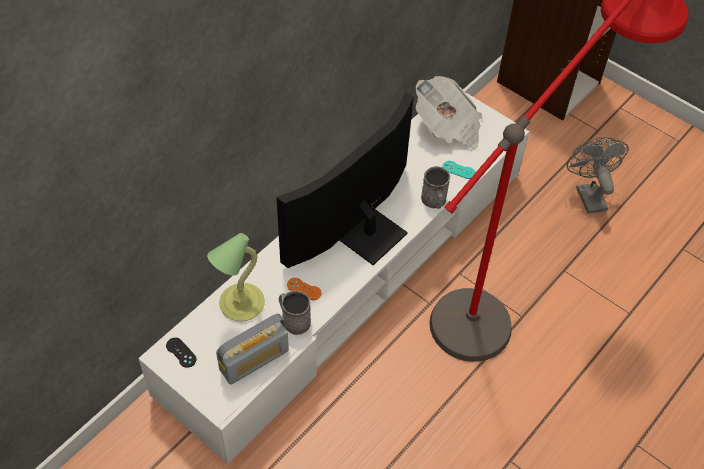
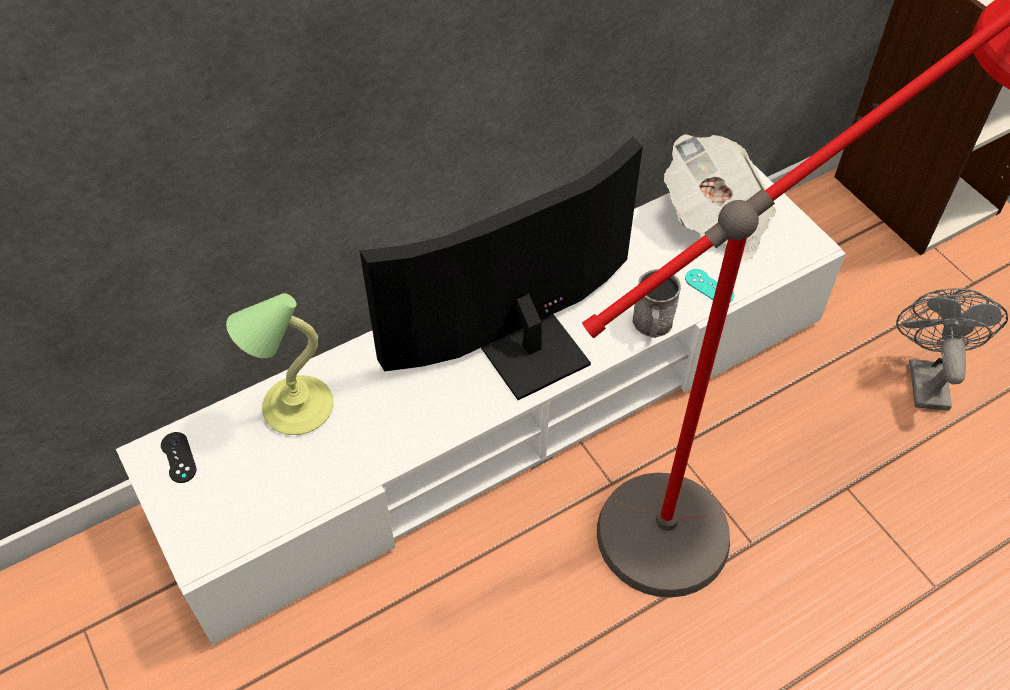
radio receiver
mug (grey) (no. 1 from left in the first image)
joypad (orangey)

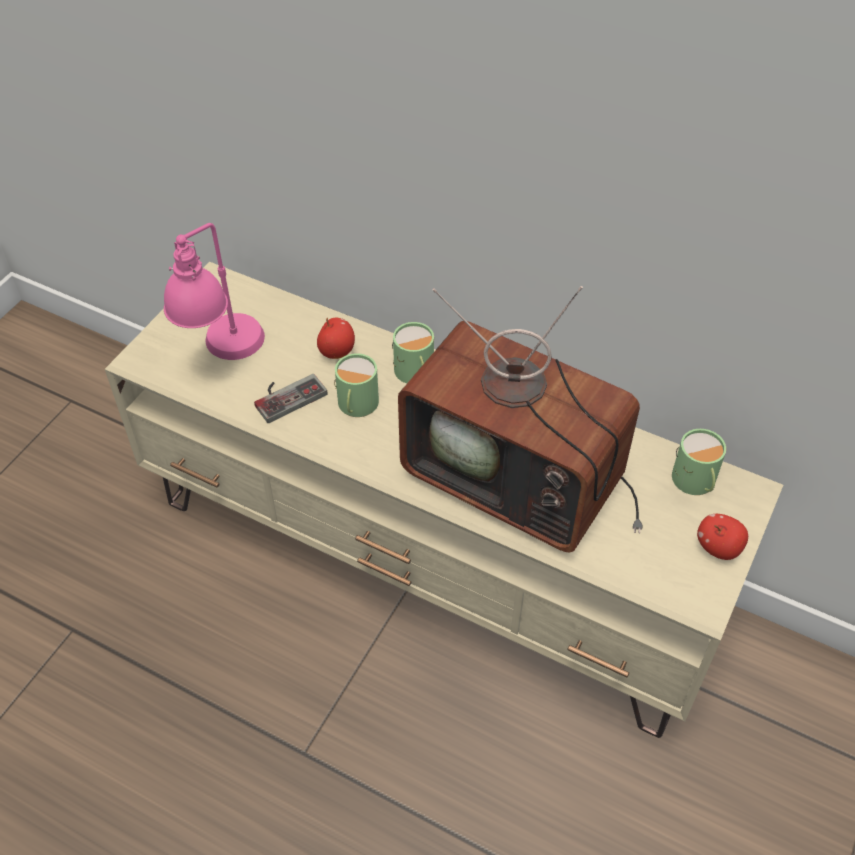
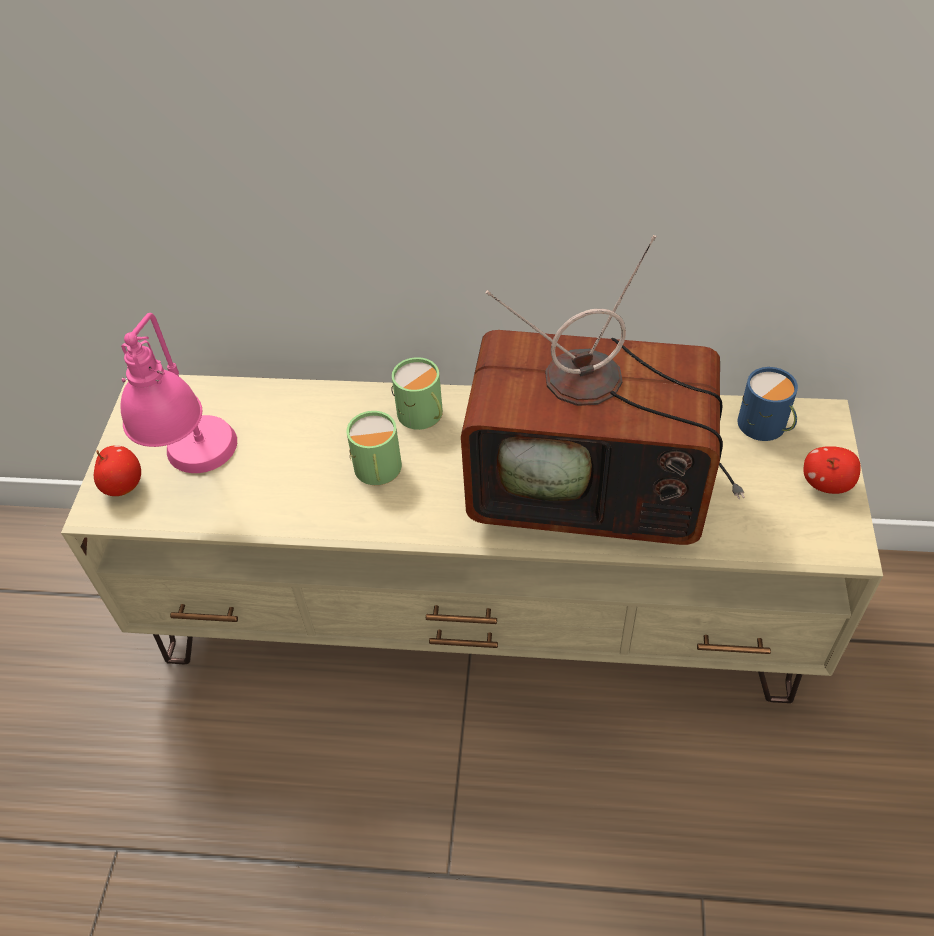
whole apple (no. 1 from left)
mug (bluish)
joypad

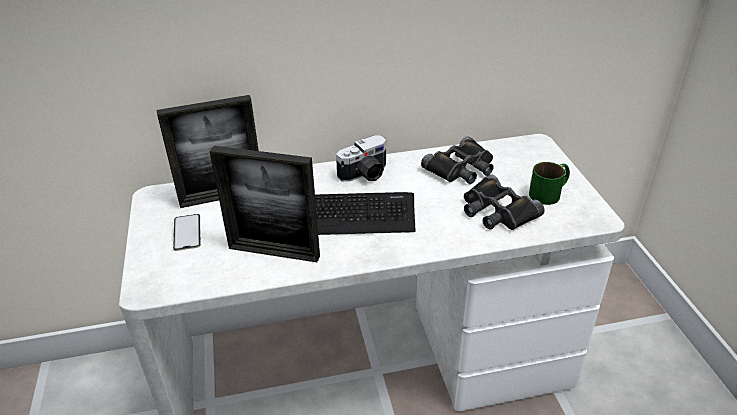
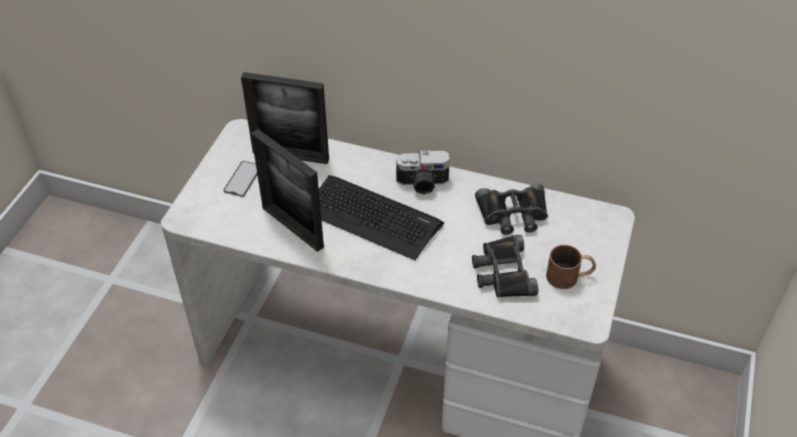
mug (brown)

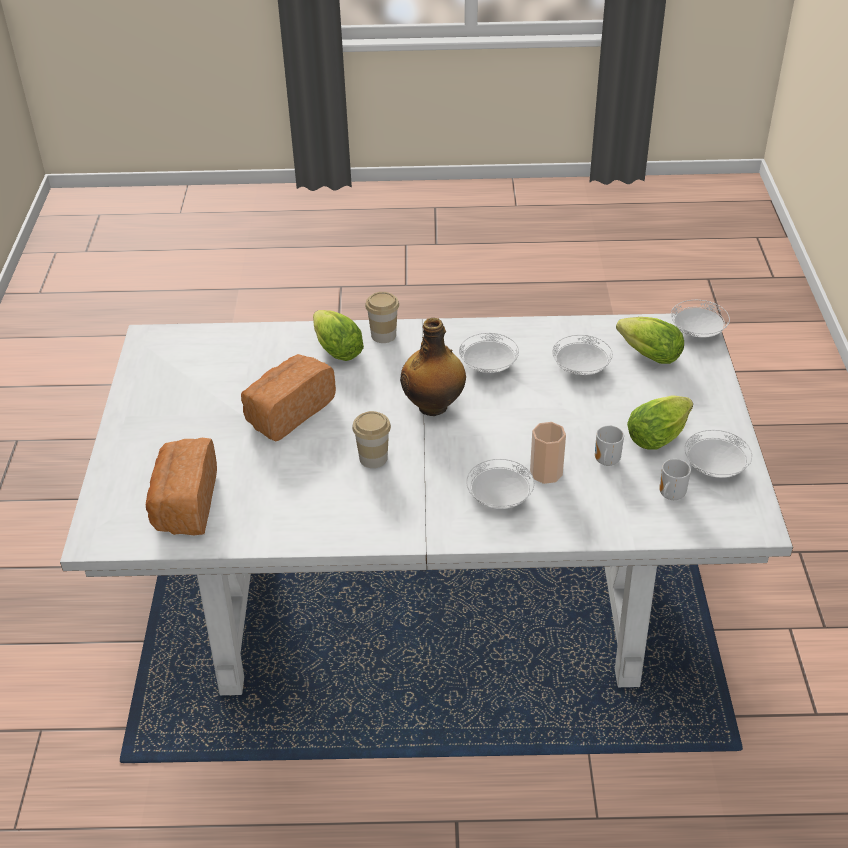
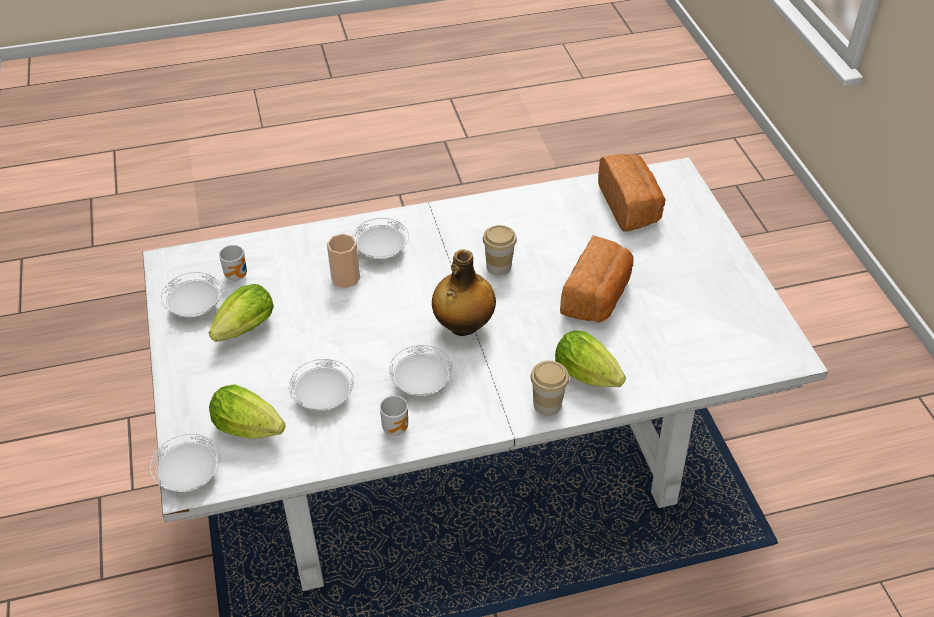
mug (no. 2 from left)

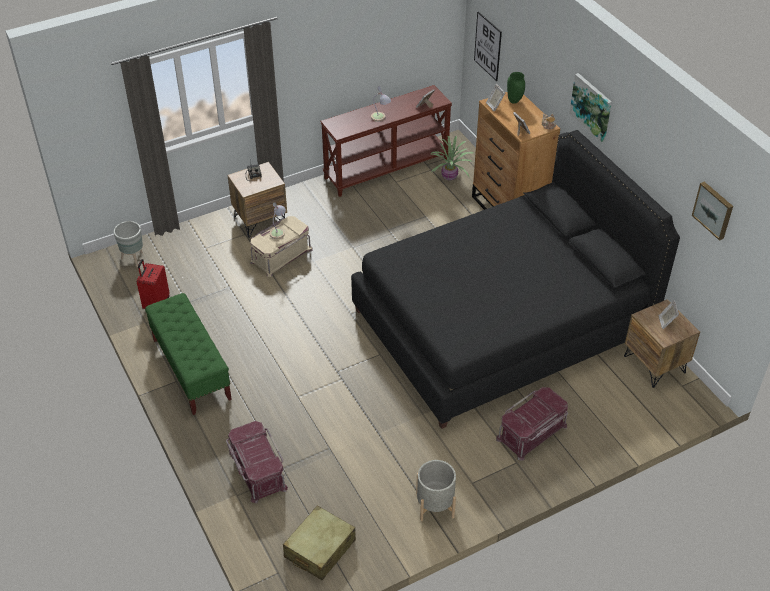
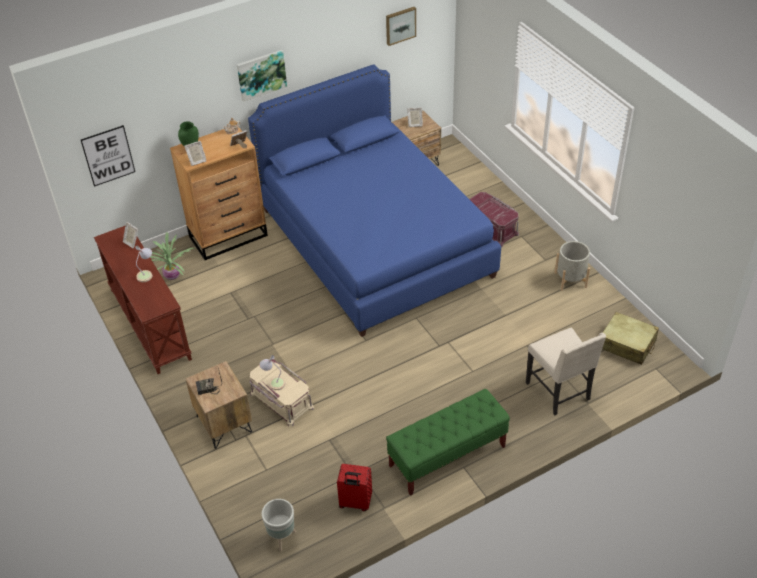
bed (bluish)
chair (beige)

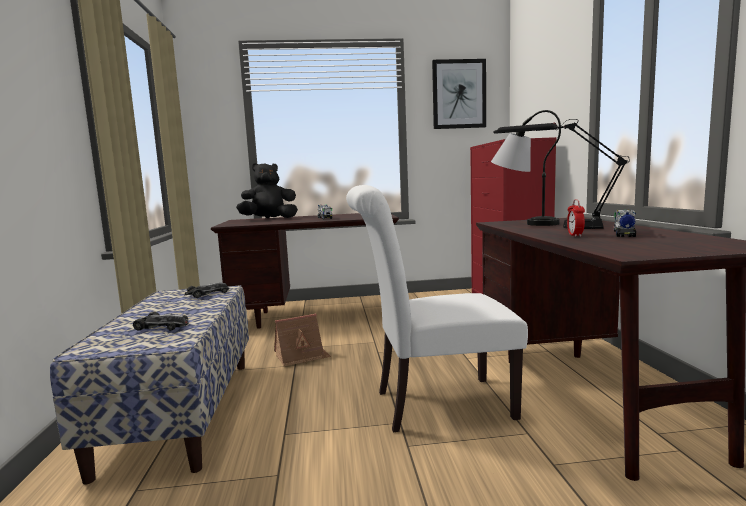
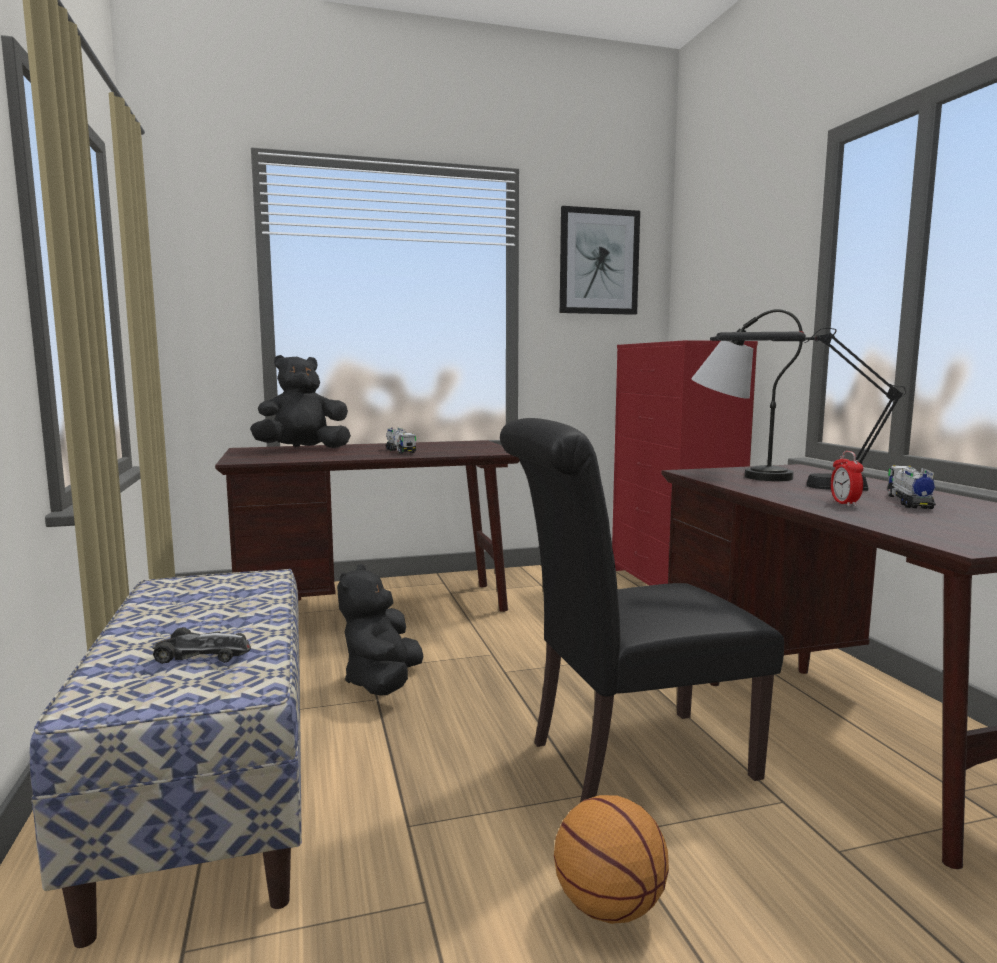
cuddly toy (black) (no. 2 from left)
chair (black)
basketball
miniature car (no. 2 from left in the first image)

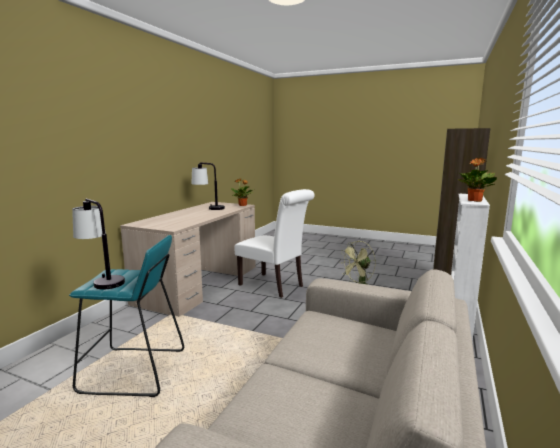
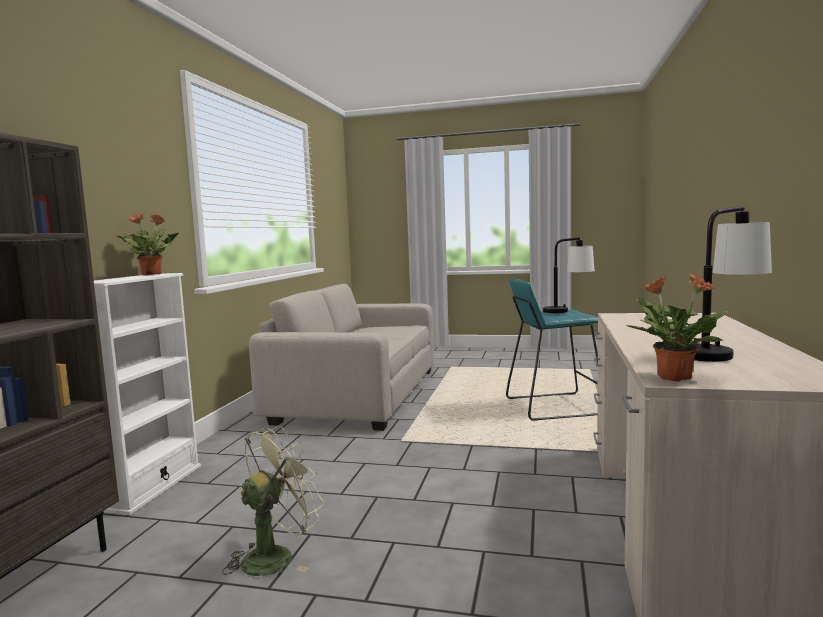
chair (whitish)

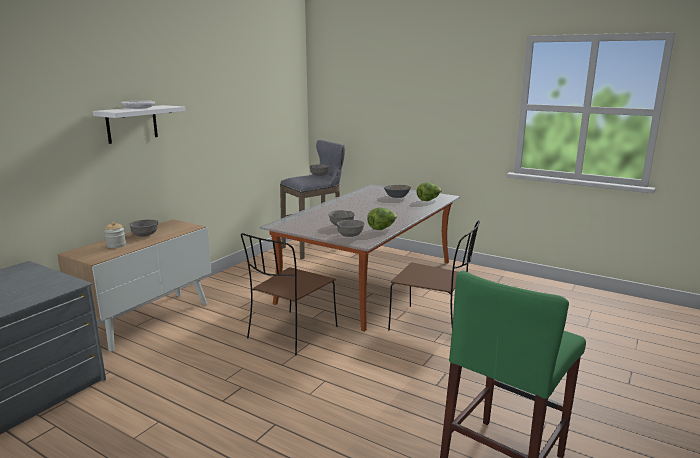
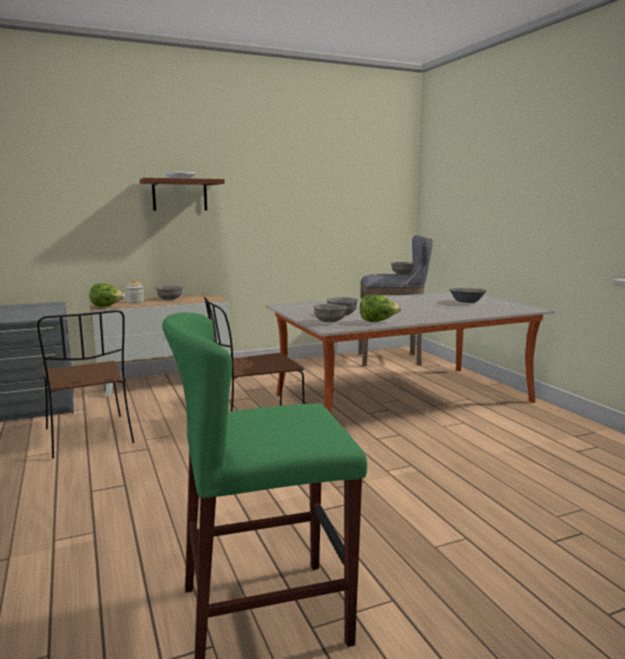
chair (brown) (no. 1 from left)
lettuce head (no. 1 from left)
bracket shelf (brown)

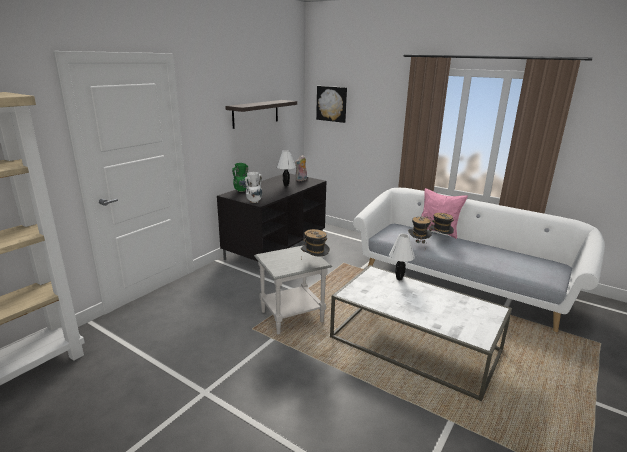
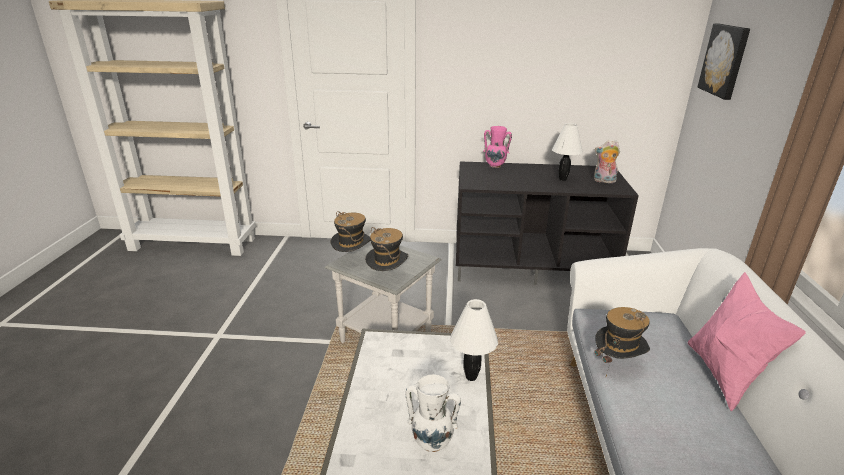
wearable hat (no. 1 from left)
flower vase (whitish)
flower vase (pink)
bracket shelf

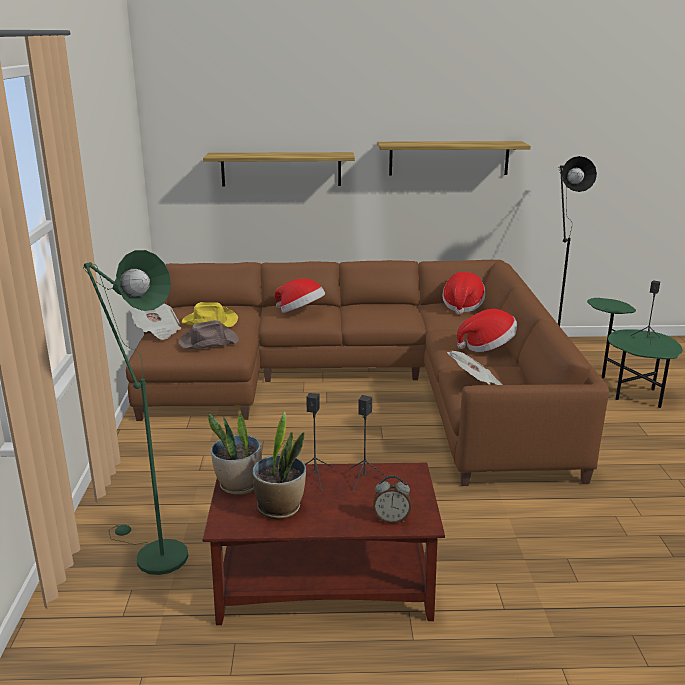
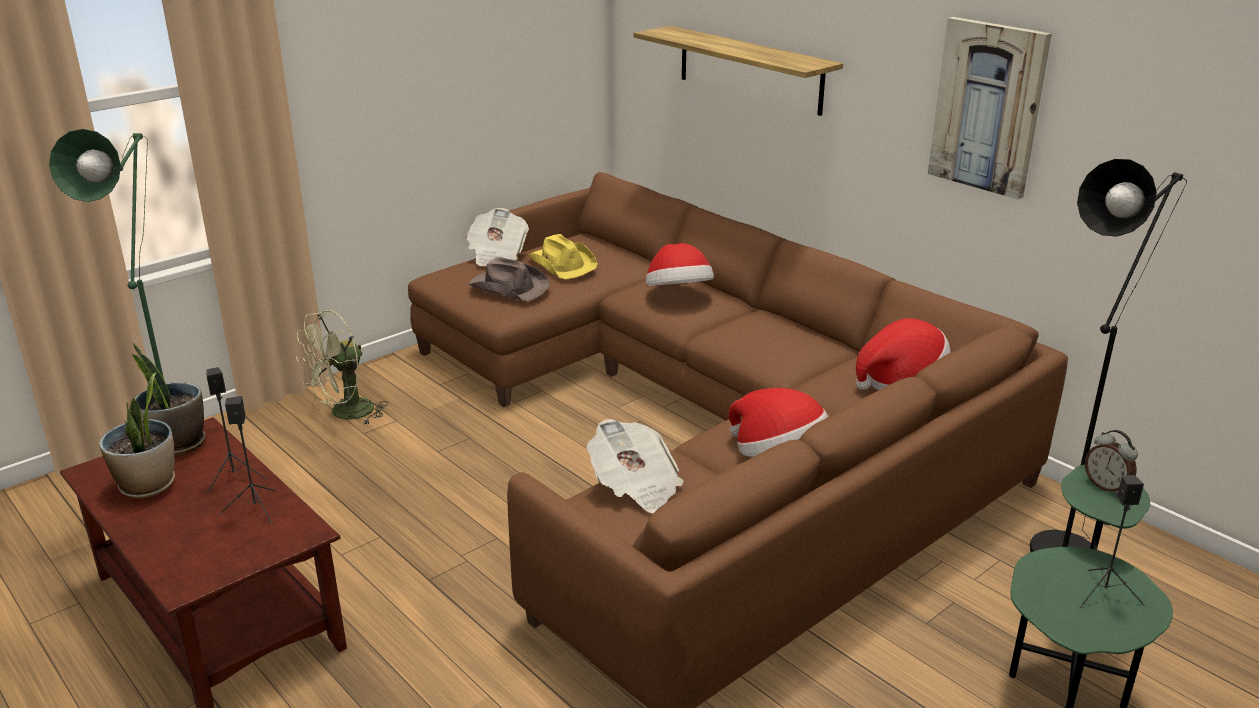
cooling fan (green)
wall picture
table clock

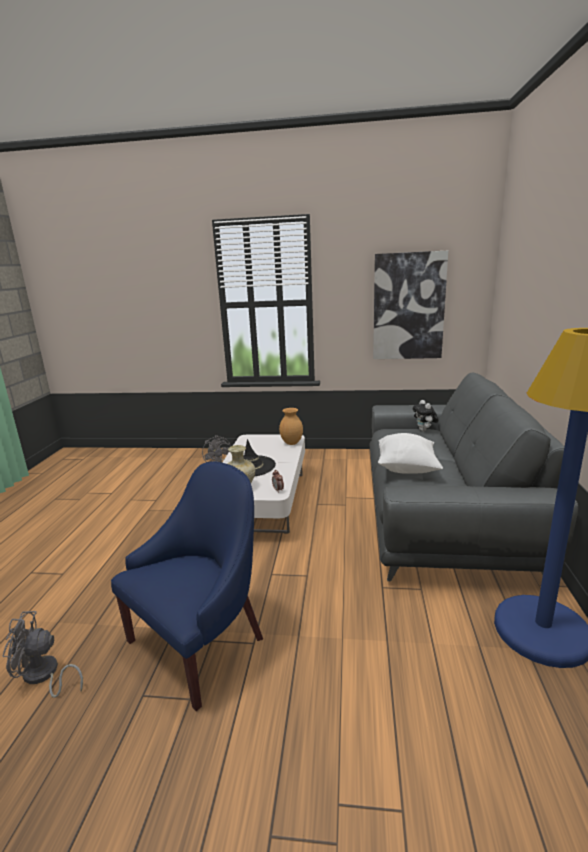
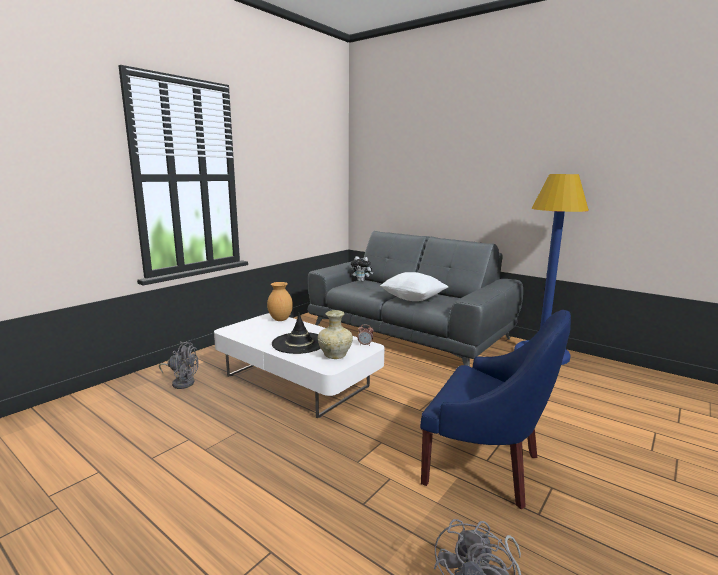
easy chair (bluish)
wall picture

